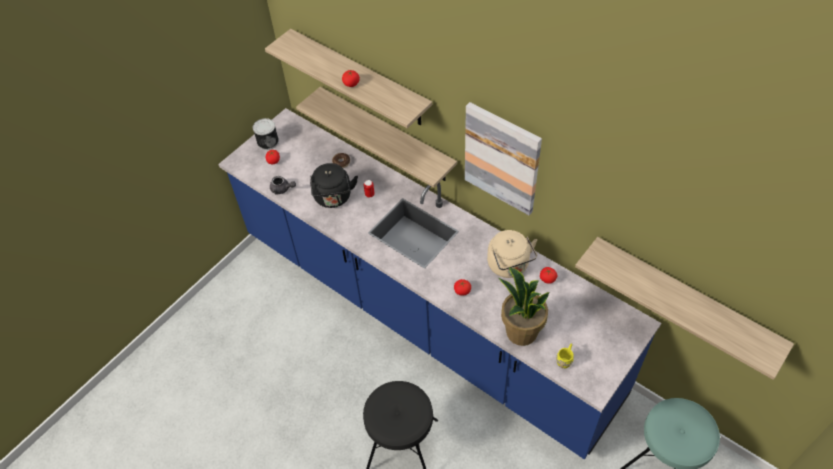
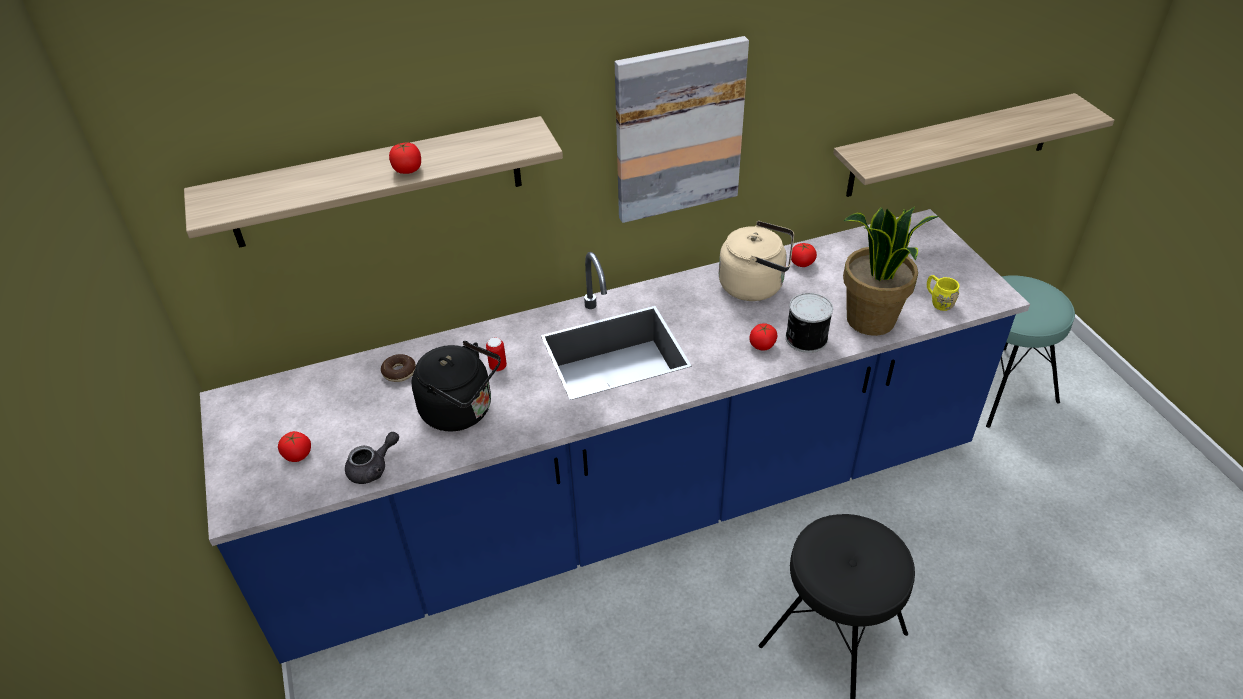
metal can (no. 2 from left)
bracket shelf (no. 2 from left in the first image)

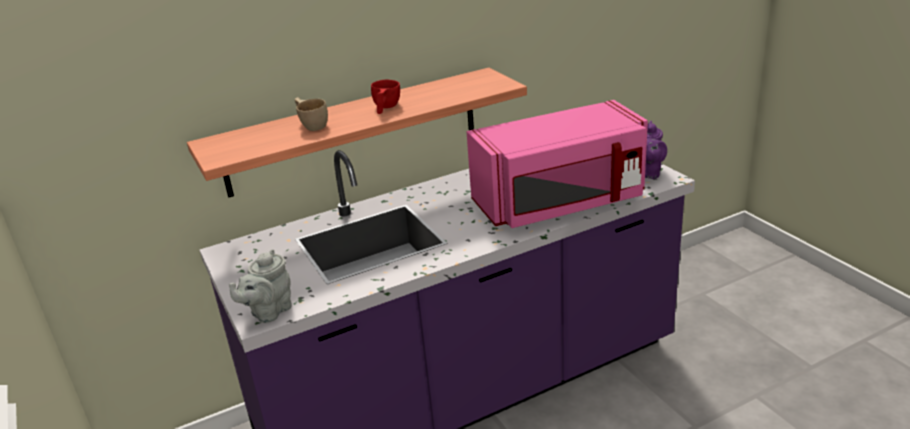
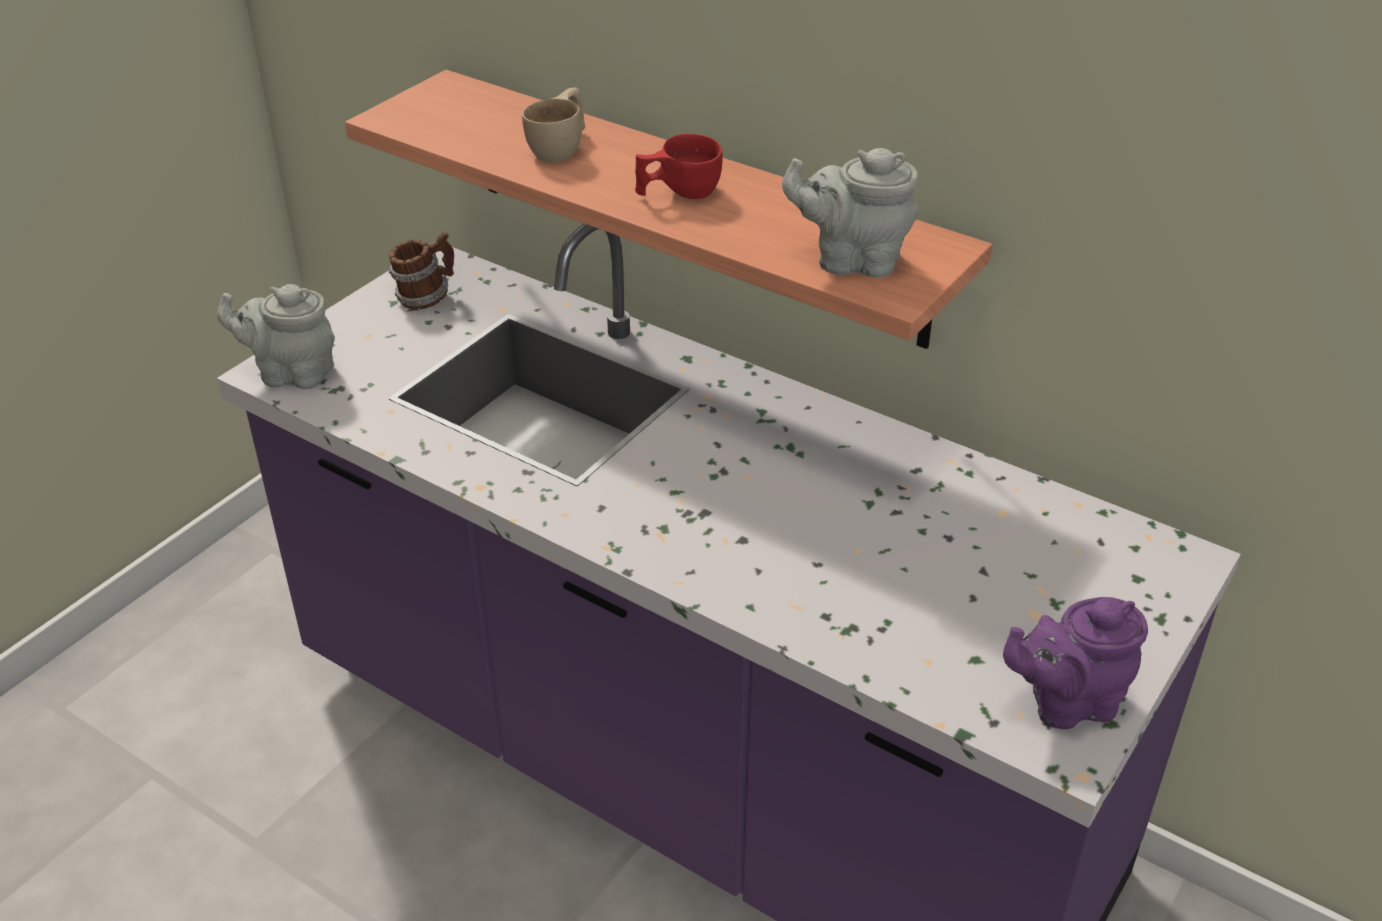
mug
pot for tea (grey) (no. 2 from left)
microwave (pink)

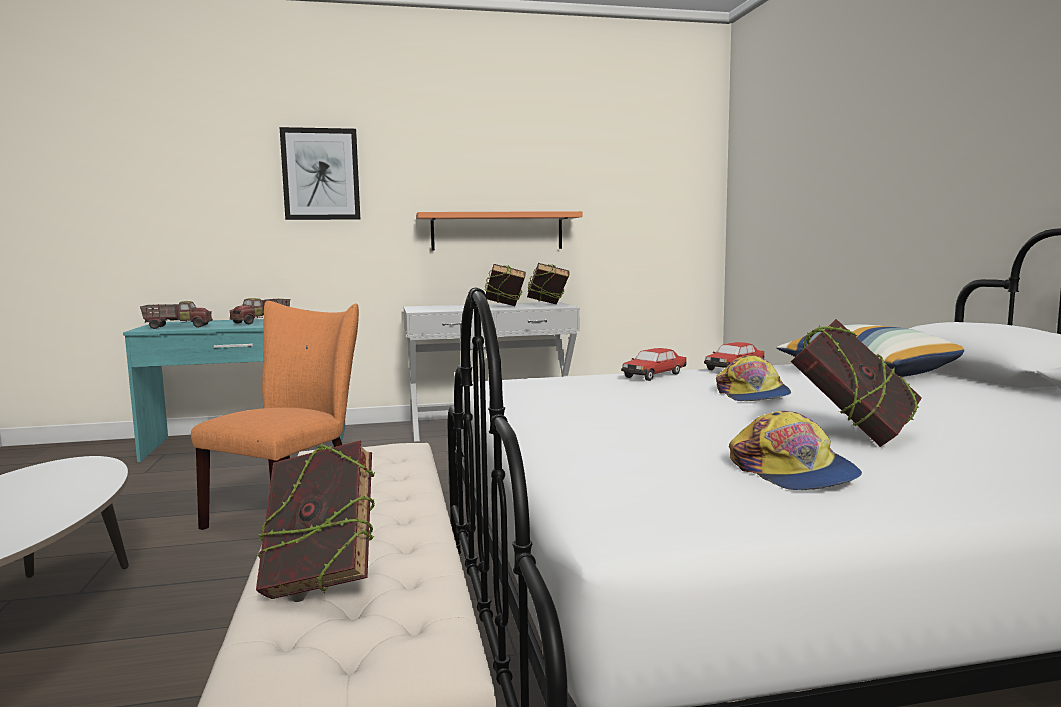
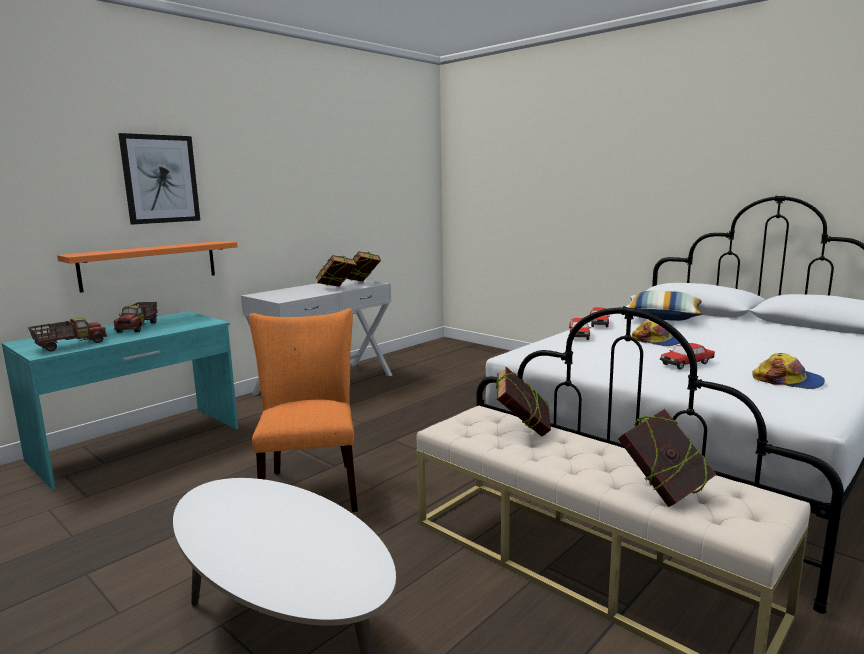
bracket shelf (orangey)
bound book (no. 3 from left)
miniature car (no. 3 from left)

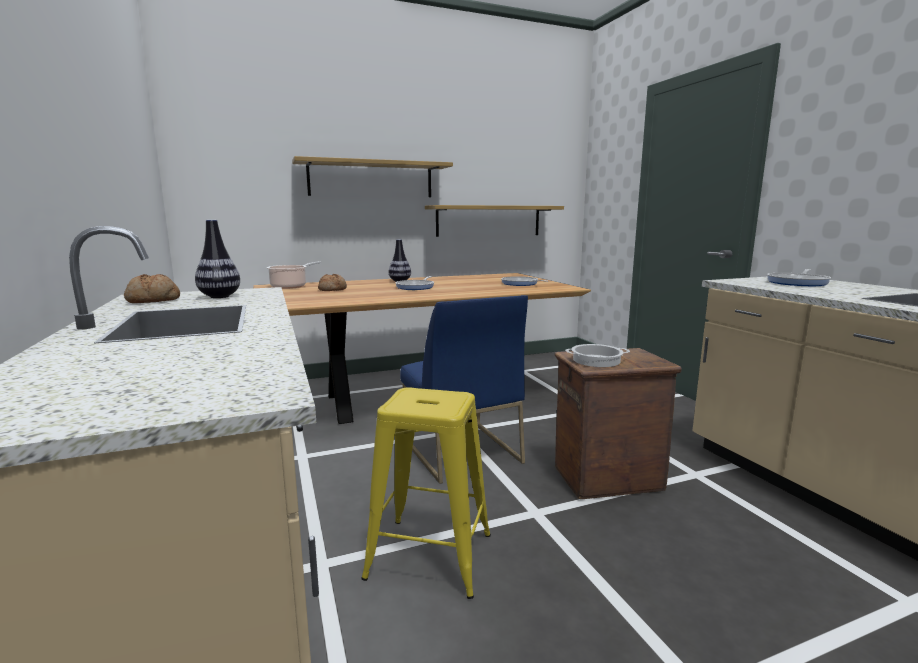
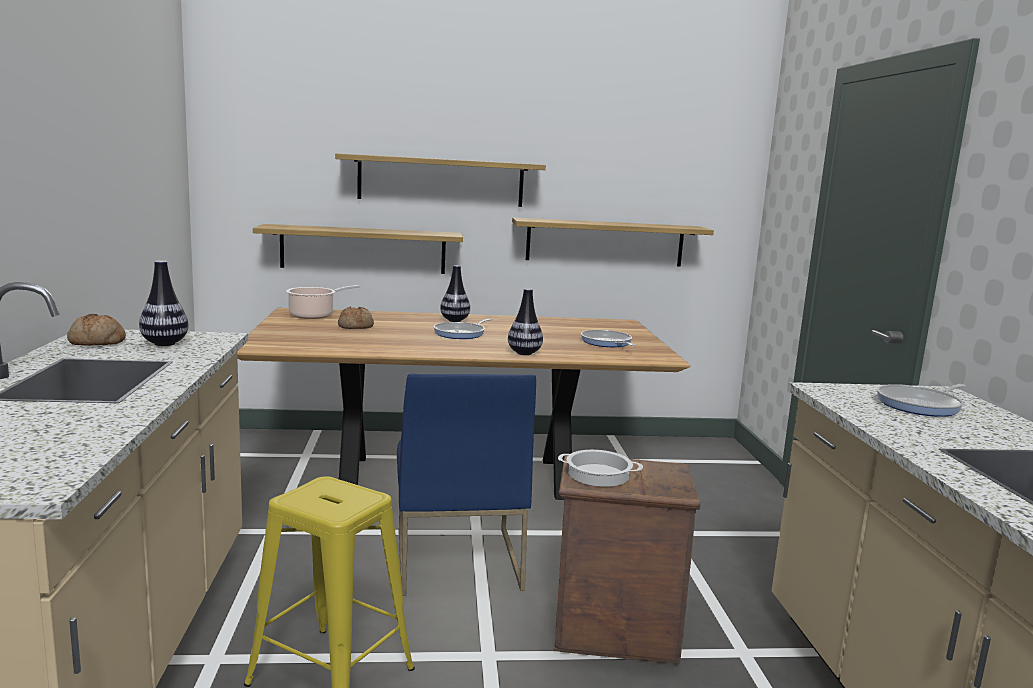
bracket shelf (no. 1 from left)
flower vase (no. 3 from left)

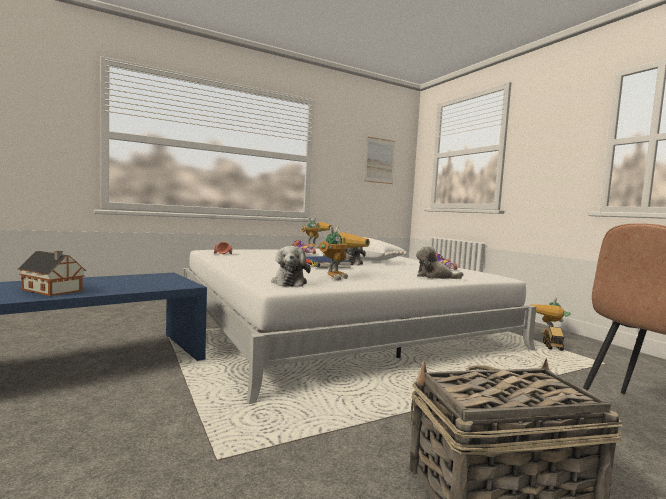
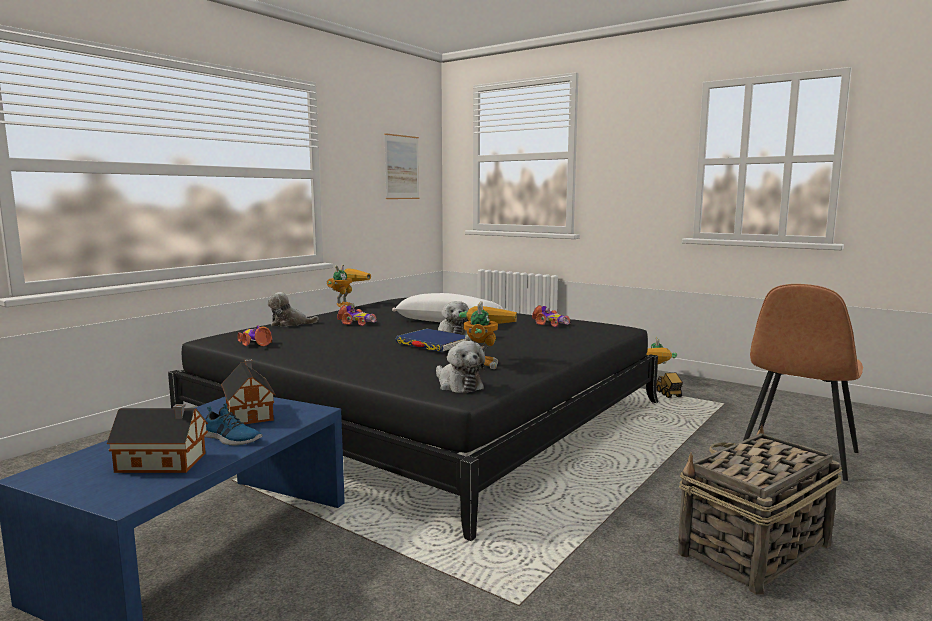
bed (black)
item of footwear
miniature house (no. 2 from left)
cuddly toy (no. 1 from left)

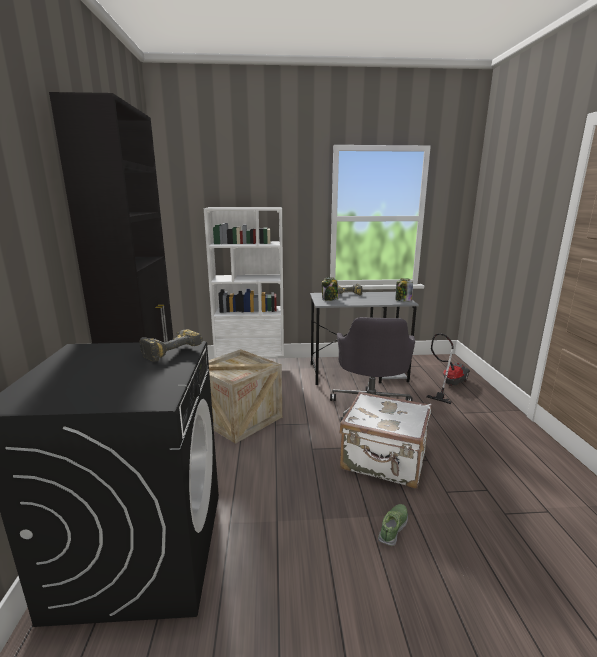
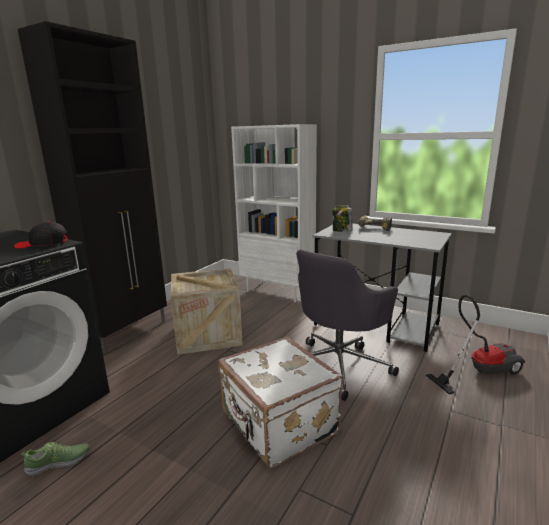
cap (black)
item of footwear
storage jar (no. 2 from left in the first image)

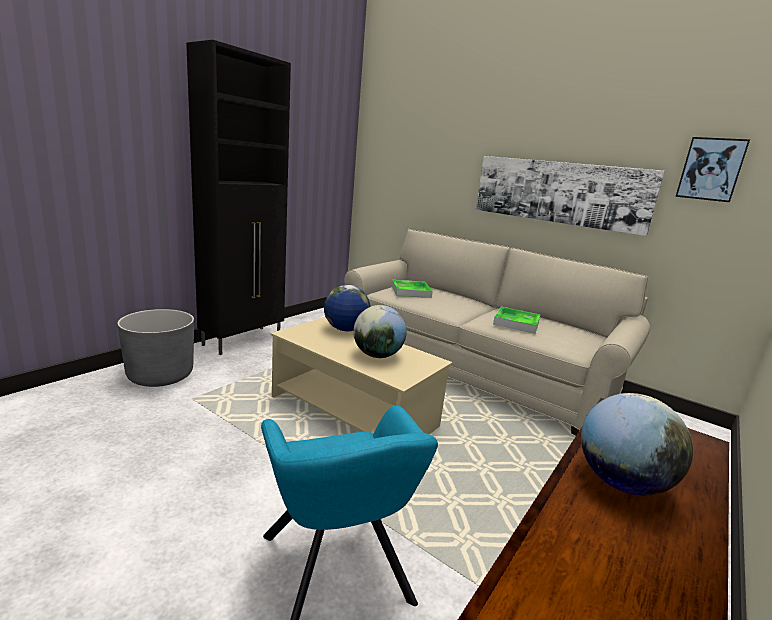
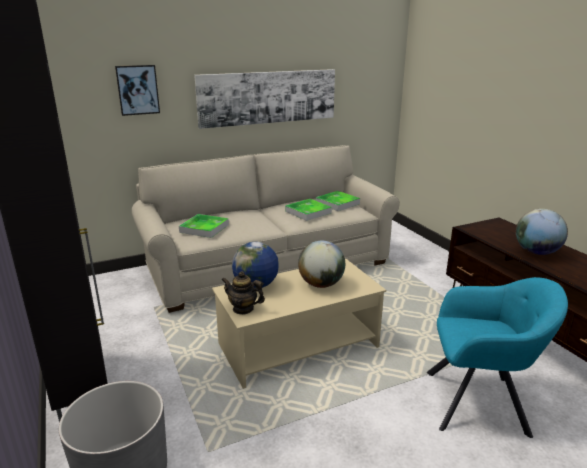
wall picture (no. 1 from left)
pot for tea
tray (no. 3 from left)

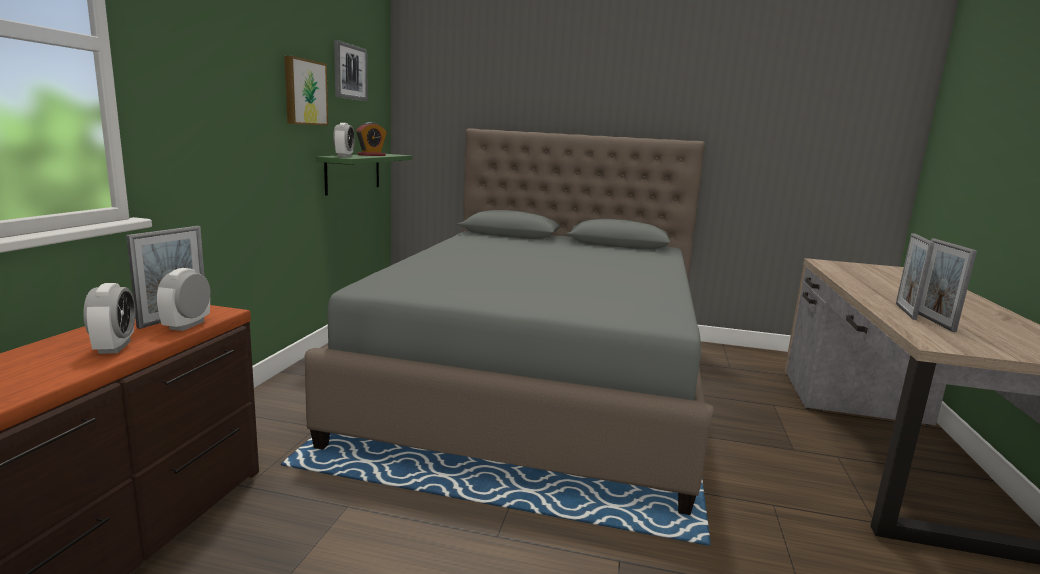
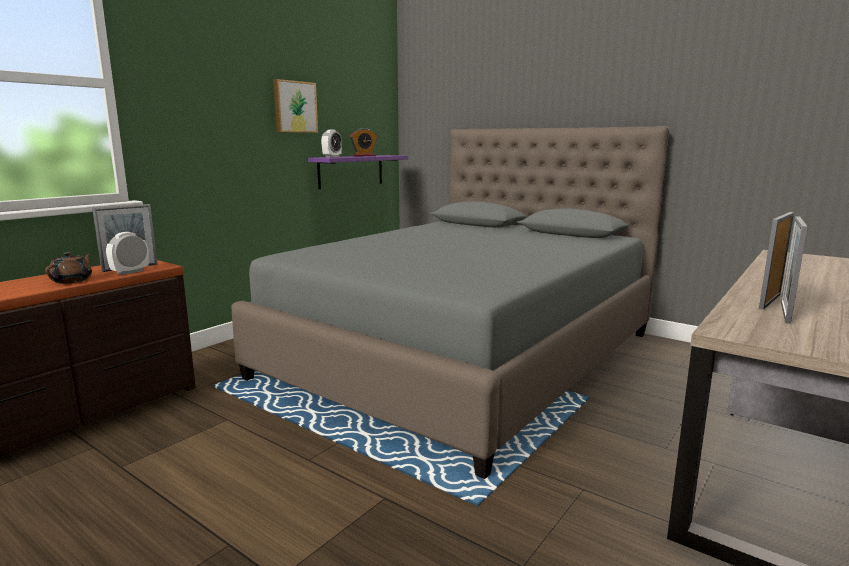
pot for tea (brown)
bracket shelf (purplish)
wall picture (no. 2 from left in the first image)

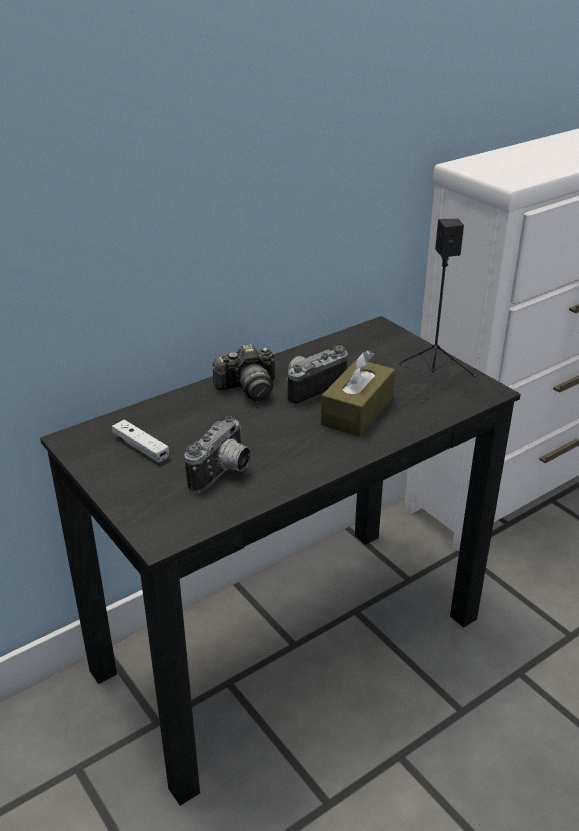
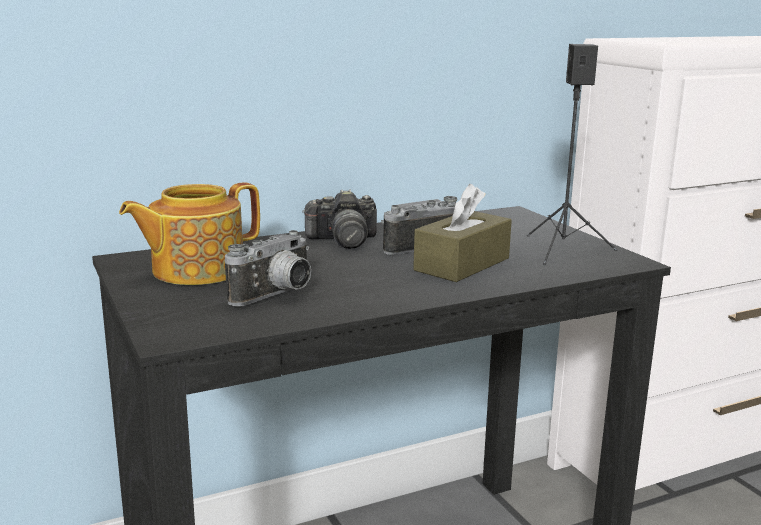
pot for tea

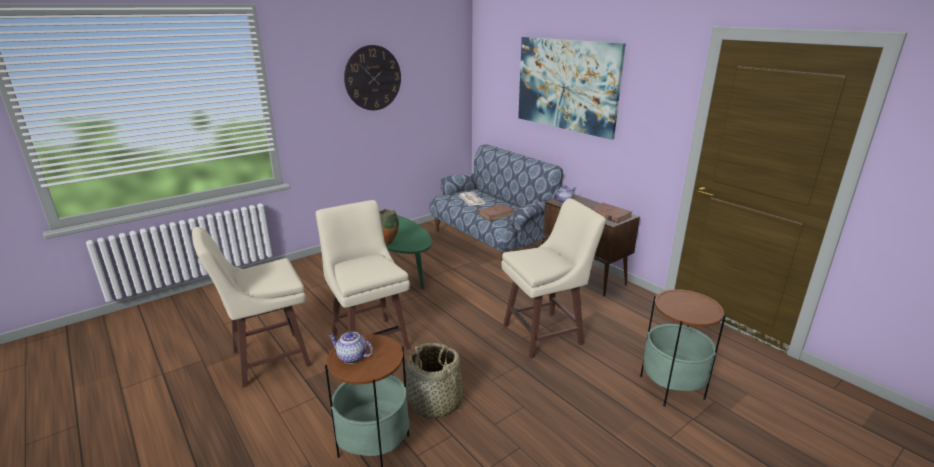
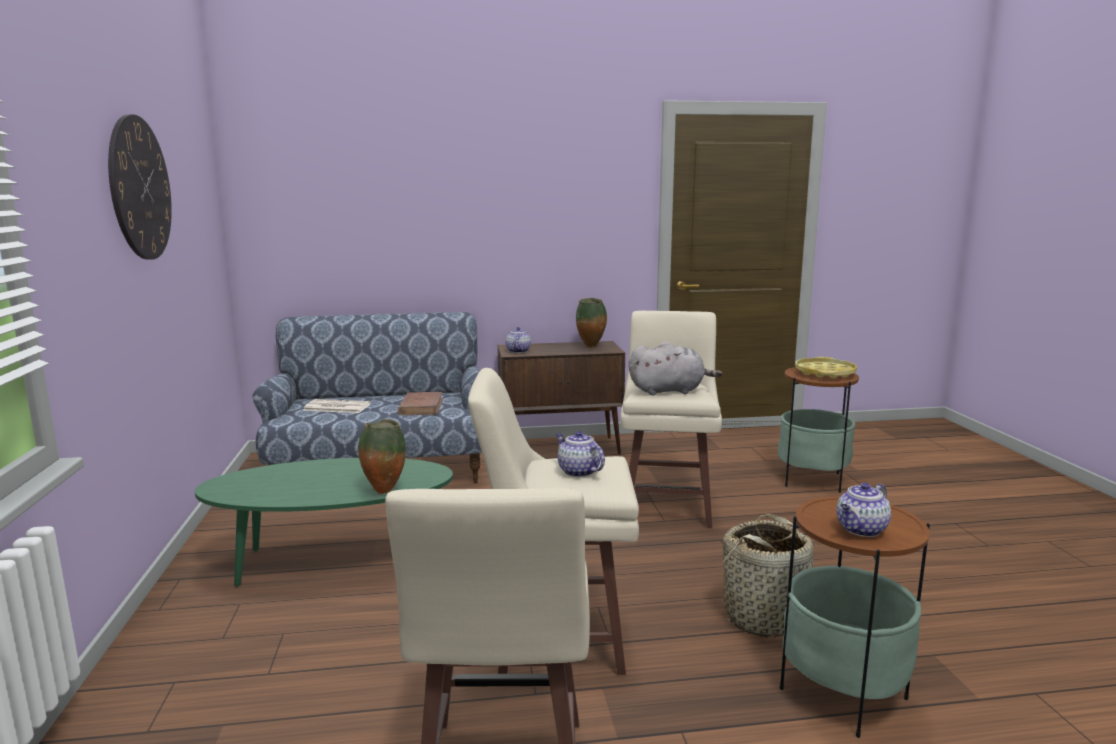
pot for tea (no. 2 from left)
flower vase (no. 2 from left)
cuddly toy (grey)
tray (yellow)
wall picture

